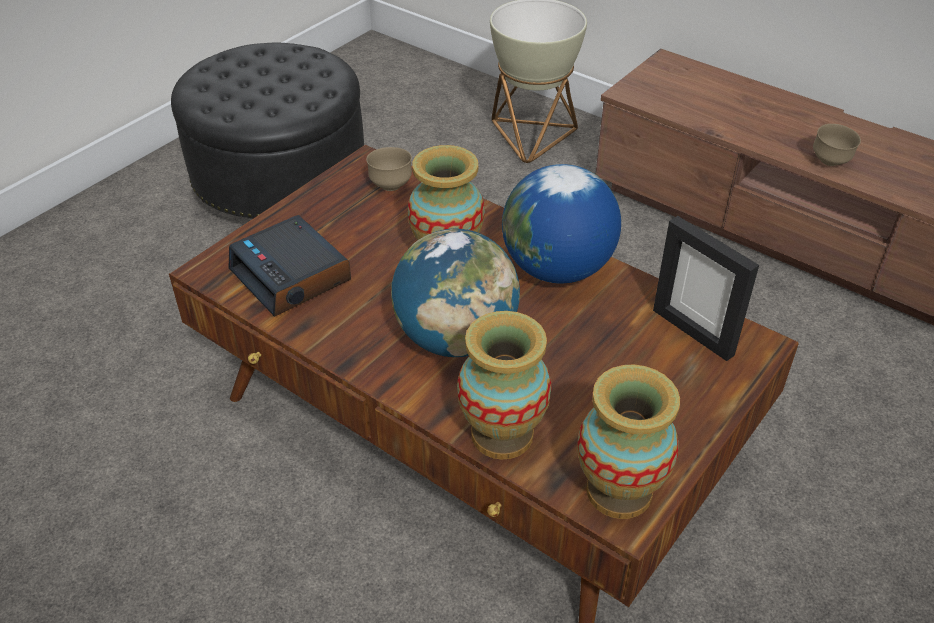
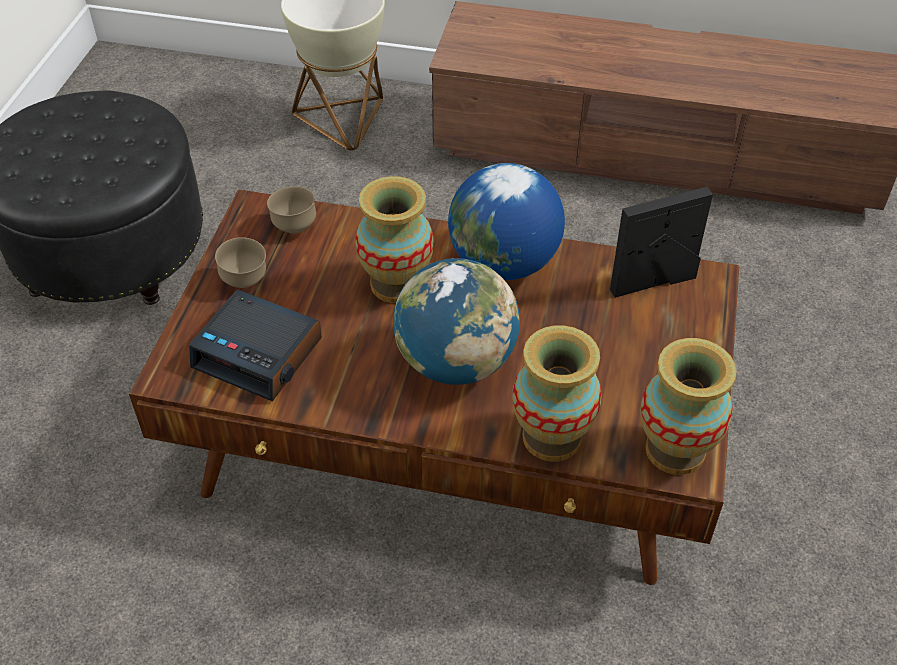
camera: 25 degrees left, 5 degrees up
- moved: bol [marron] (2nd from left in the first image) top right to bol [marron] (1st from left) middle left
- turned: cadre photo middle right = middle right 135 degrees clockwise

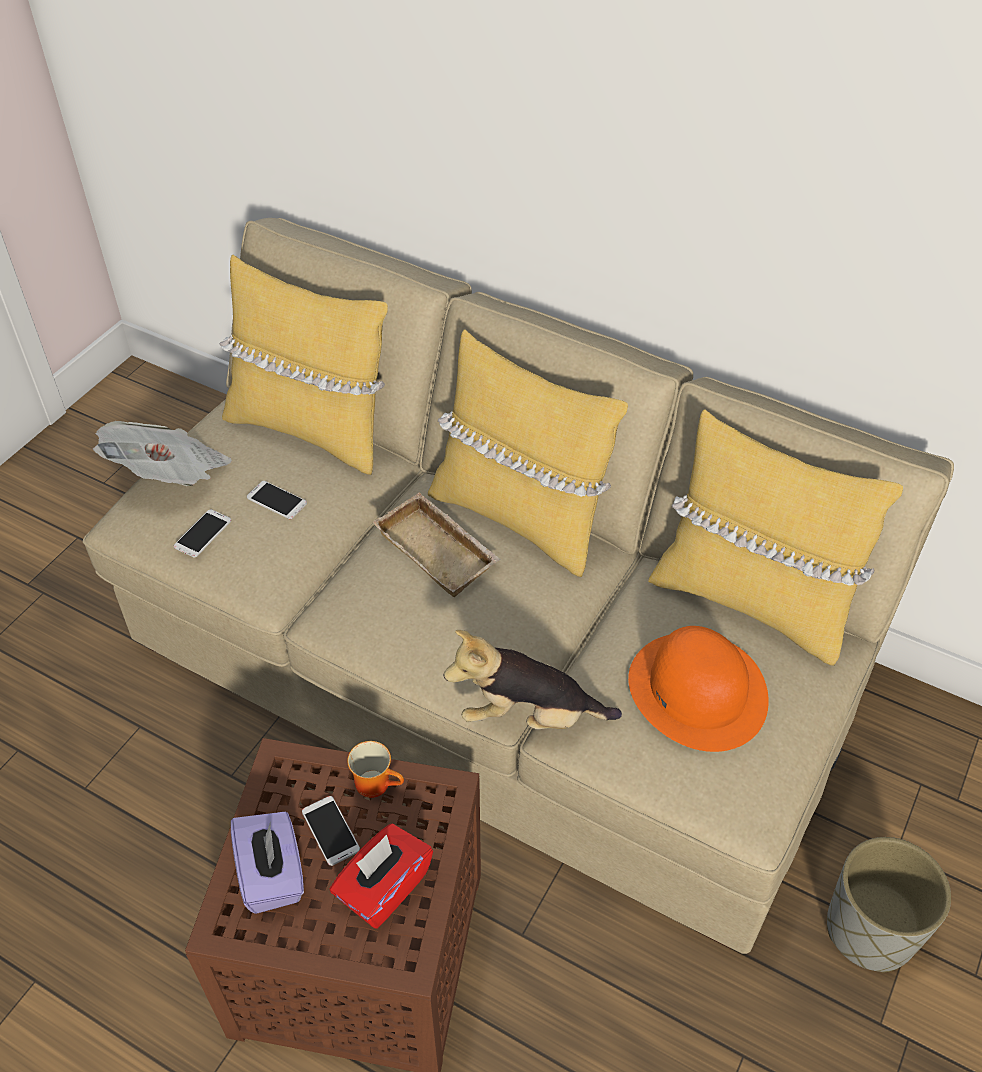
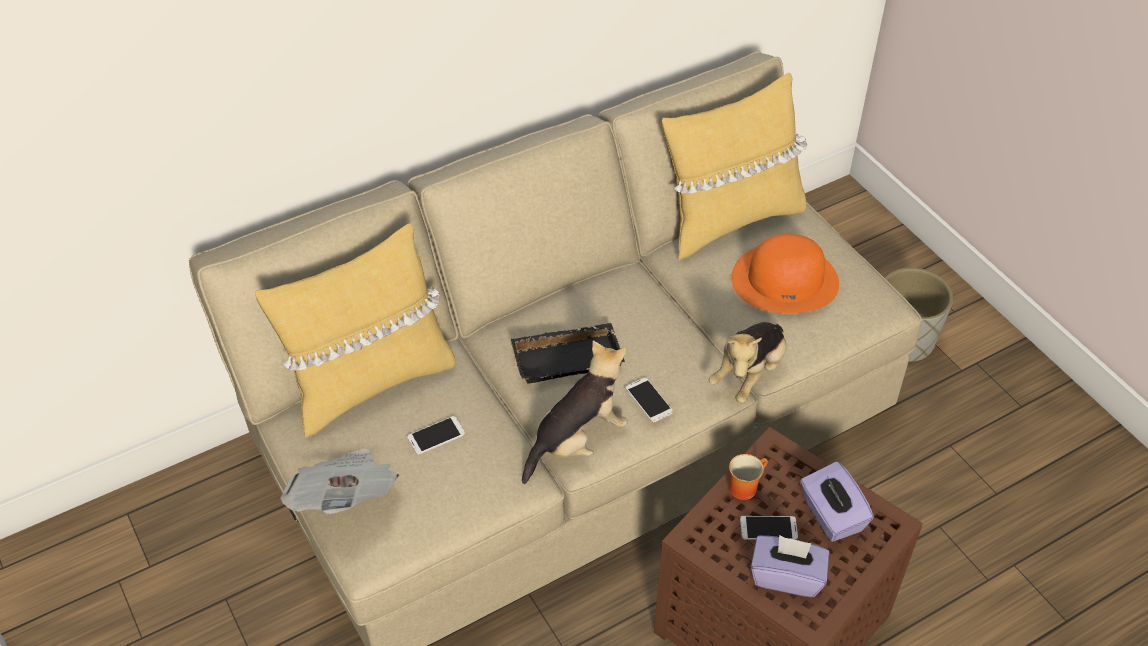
camera: 60 degrees left, 0 degrees up
- recoloured: plateau [beige] centre to plateau [noir] centre
- added: peluche (1st from left) centre
- moved: téléphone (1st from left in the first image) middle left to téléphone (2nd from left) centre
- recoloured: boîte à mouchoirs [rouge] bottom centre to boîte à mouchoirs [violet] (2nd from left) bottom right
- removed: coussin [jaune] (2nd from left) centre

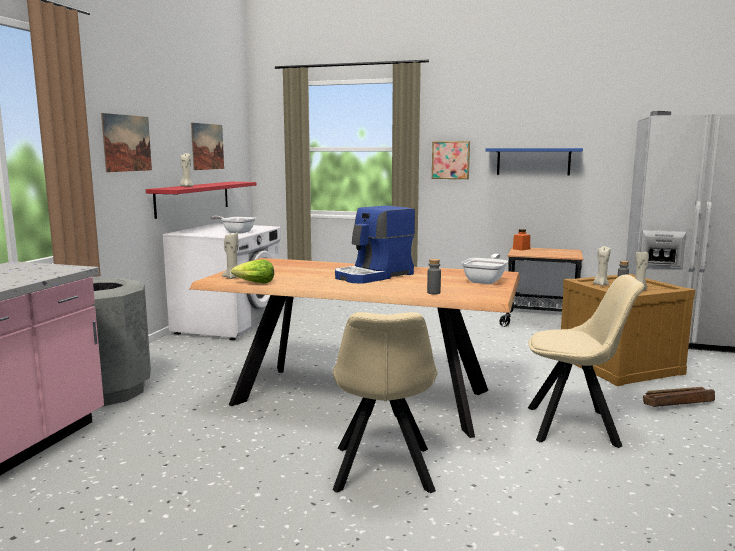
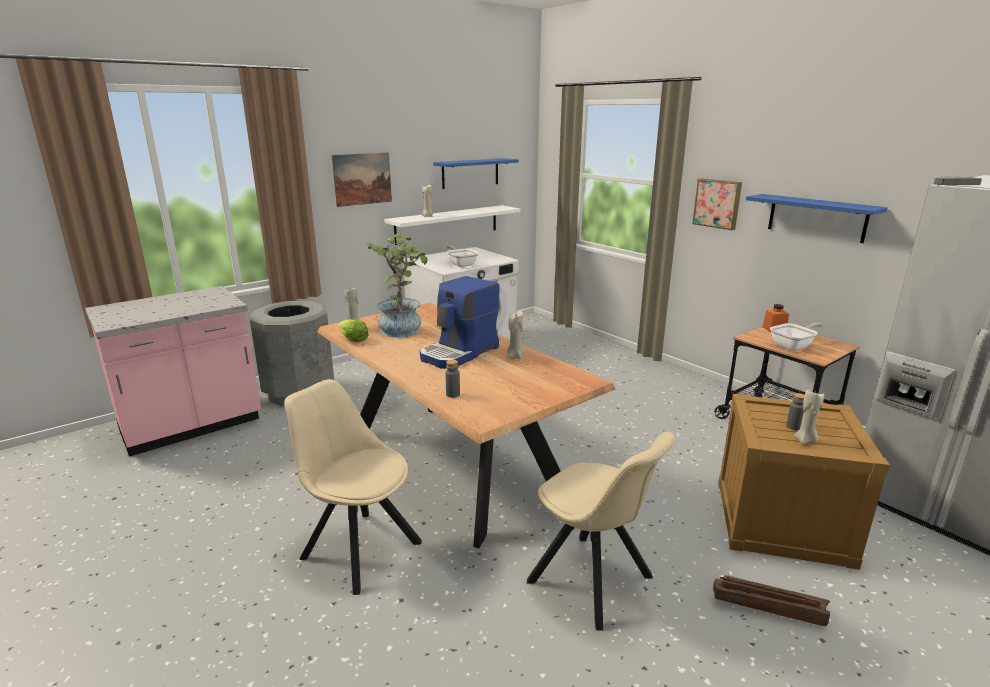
camera: 35 degrees right, 10 degrees up
- turned: chaise [beige] (1st from left) bottom centre = bottom centre 90 degrees clockwise
- added: plante en pot centre
- recoloured: étagère [rouge] middle left to étagère [blanc] top centre
- turned: machine à café centre = centre 45 degrees counterclockwise
- replaced: tableau (2nd from left) top left to étagère [bleu] (1st from left) top centre
- moved: bougie [beige] (3rd from left) middle right to centre
- moved: poêle (2nd from left) centre to middle right

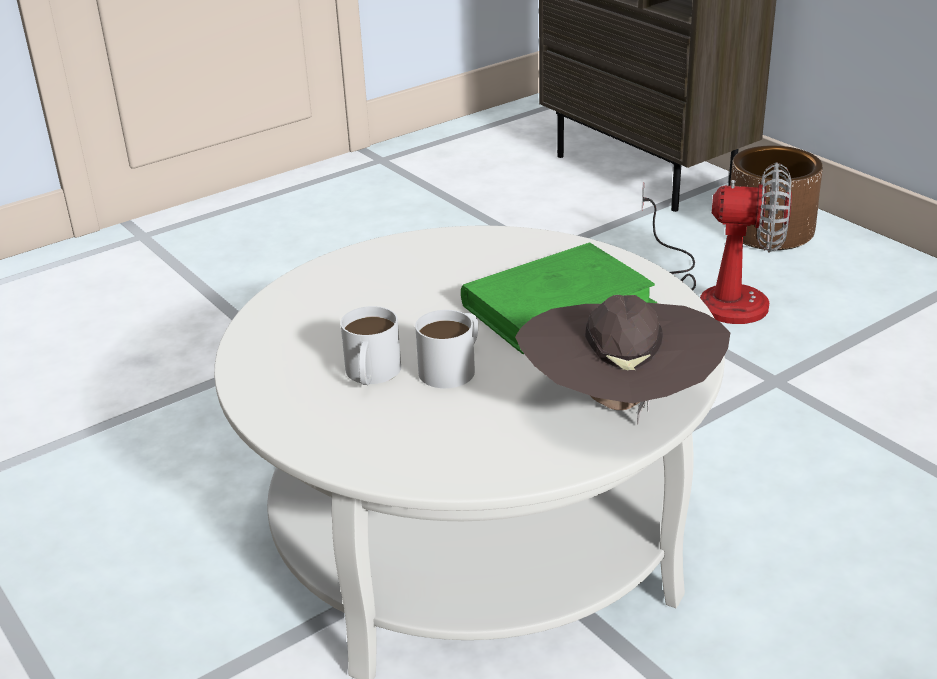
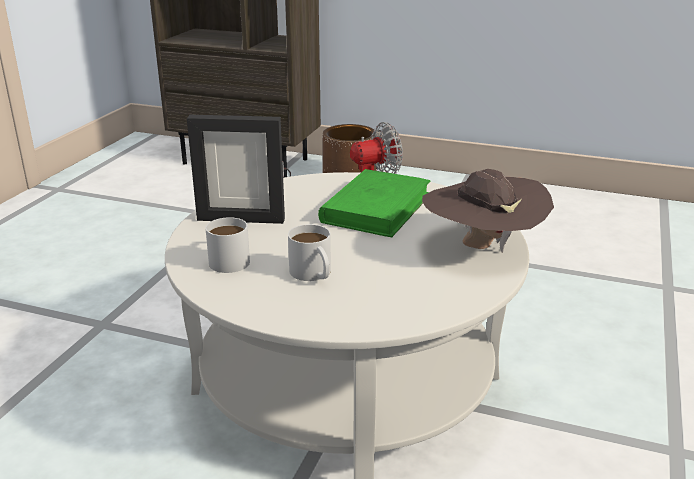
camera: 35 degrees left, 5 degrees down
- added: cadre photo centre
- moved: mug [blanc] (2nd from left in the first image) centre to mug [blanc] (1st from left) middle left

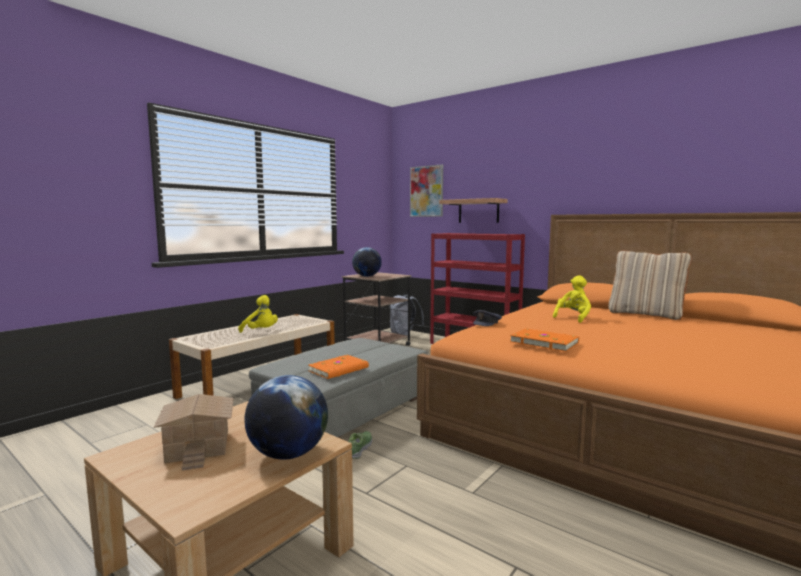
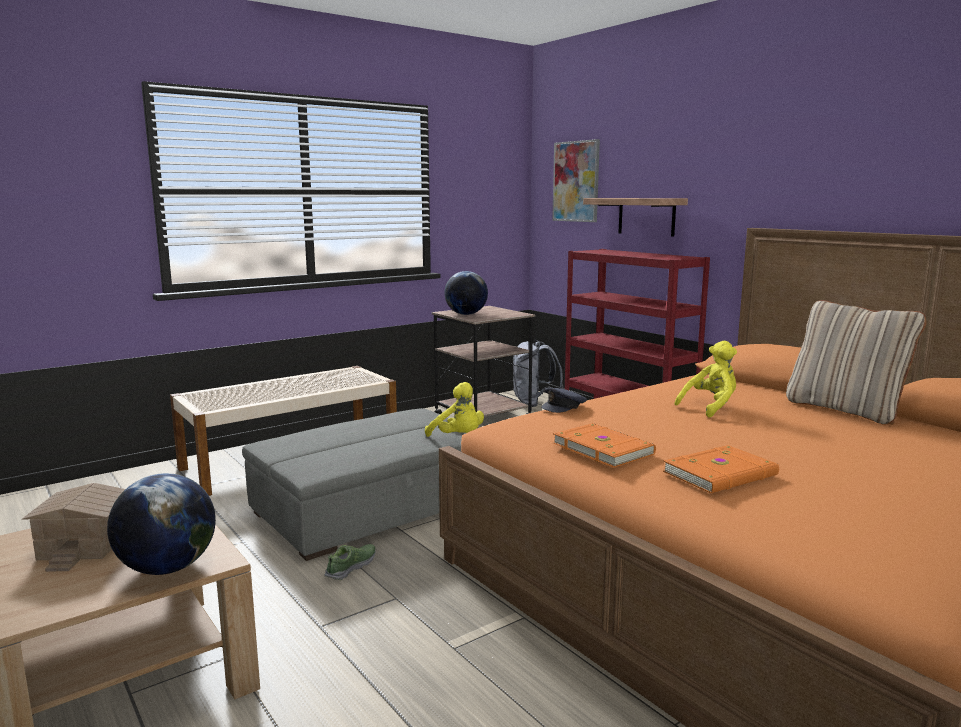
camera: 15 degrees right, 5 degrees up
- moved: peluche [jaune] (1st from left) middle left to centre
- moved: livre [orange] (1st from left in the first image) centre to livre [orange] (2nd from left) middle right

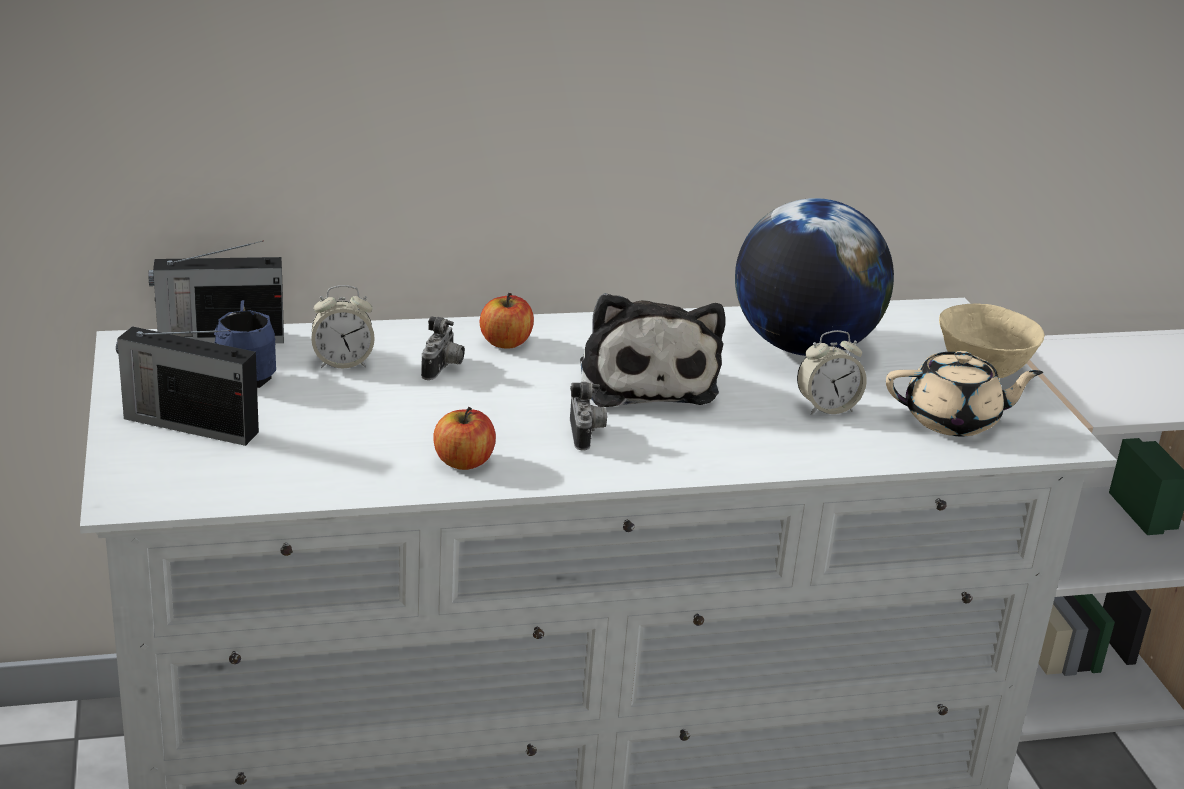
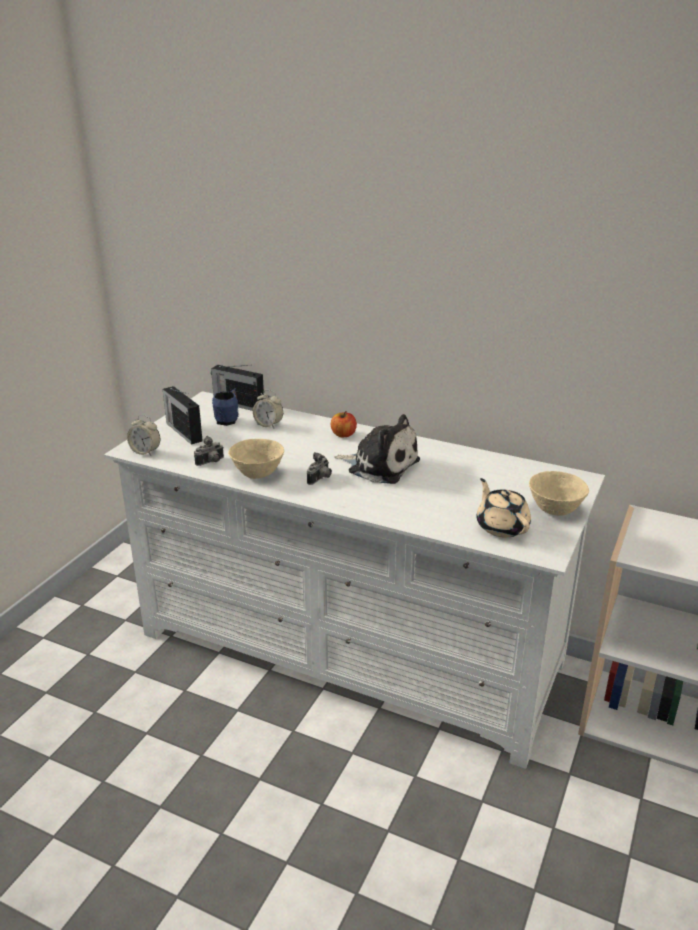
camera: 40 degrees right, 0 degrees up
- moved: réveil (2nd from left in the first image) middle right to réveil (1st from left) middle left
- moved: appareil photo (1st from left) centre to middle left
- replaced: pomme (1st from left) centre to bol [beige] (1st from left) centre
- turned: peluche centre = centre 90 degrees counterclockwise
- turned: théière [beige] middle right = middle right 150 degrees counterclockwise
- removed: globe middle right

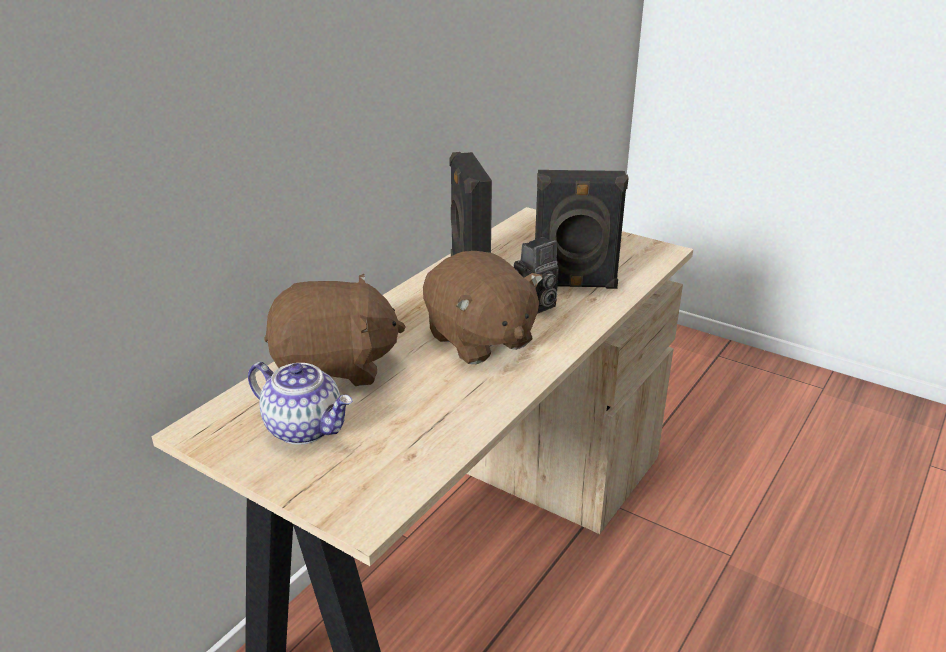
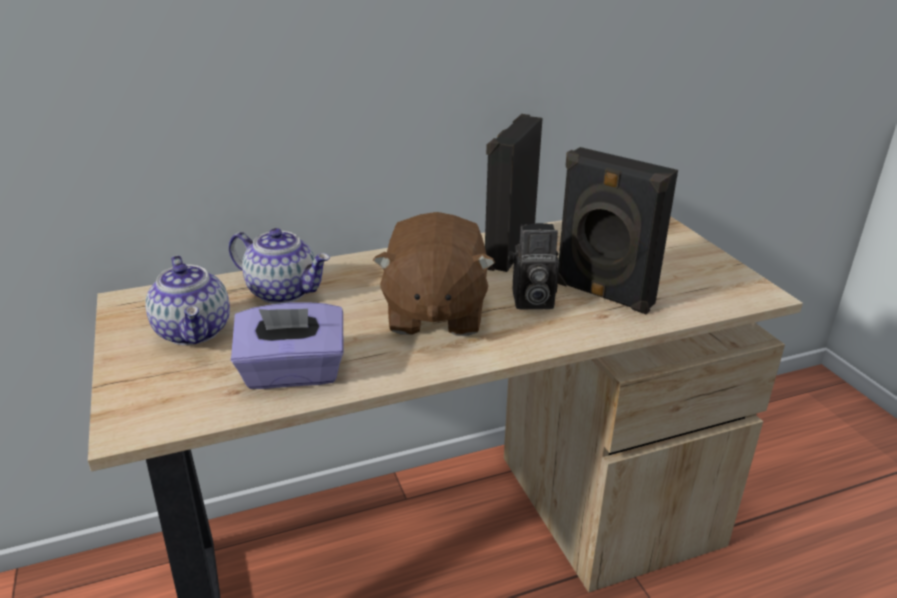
camera: 35 degrees right, 0 degrees up
- replaced: peluche [marron] (1st from left) centre to théière (2nd from left) middle left
- added: boîte à mouchoirs [violet] middle left

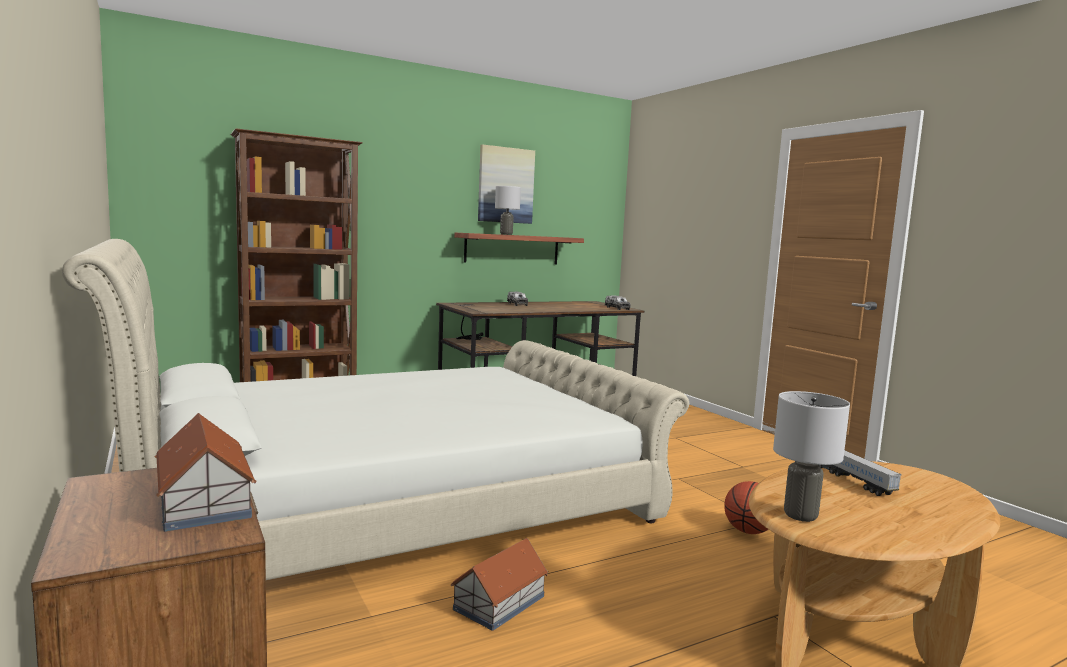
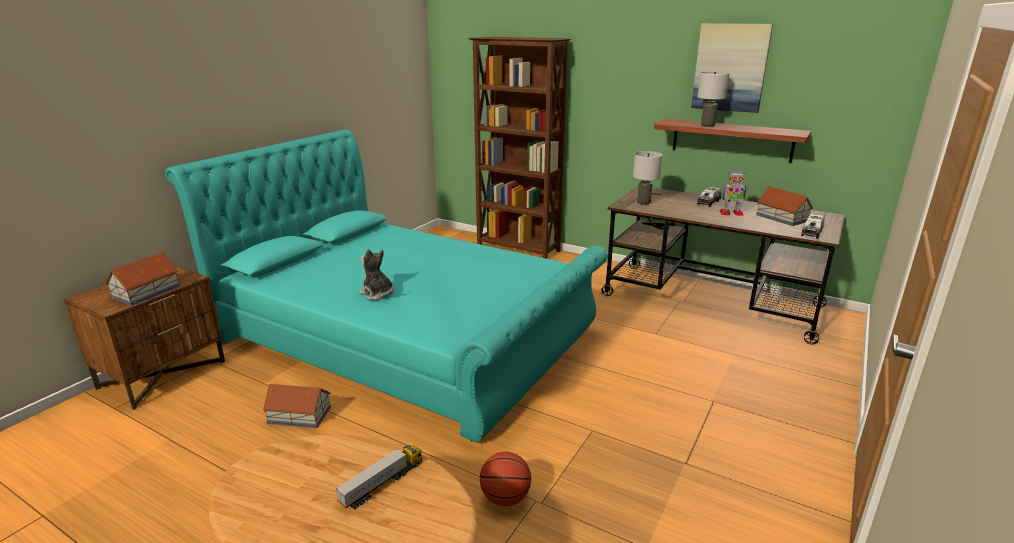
camera: 60 degrees right, 15 degrees up
- recoloured: lit [beige] centre to lit [turquoise] centre
- added: peluche centre
- moved: lampe de table [blanc] (2nd from left in the first image) bottom right to lampe de table [blanc] (1st from left) top centre
- added: robot jouet middle right
- added: maison miniature (3rd from left) middle right

